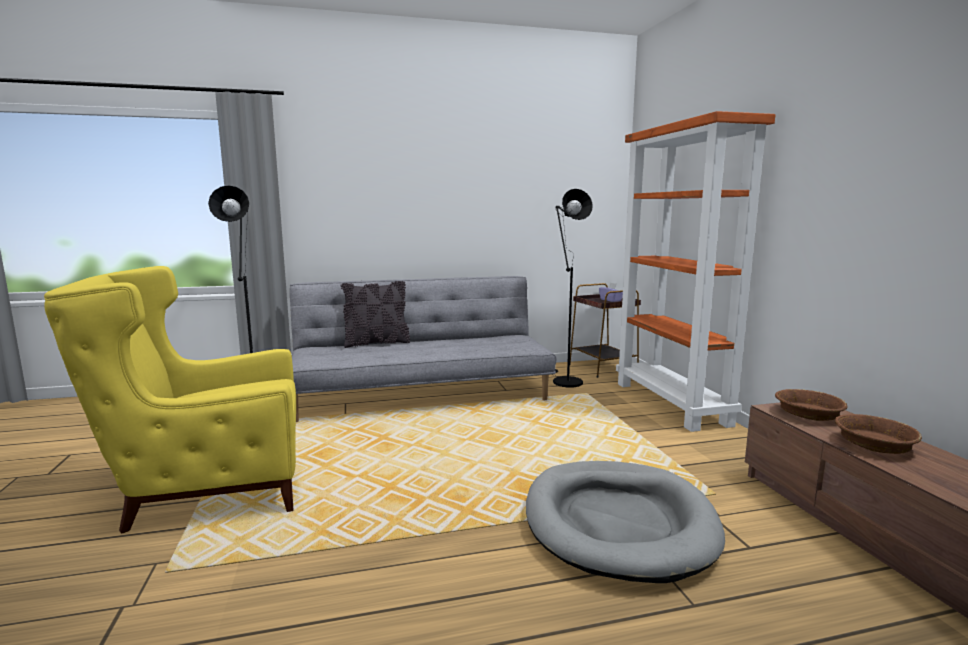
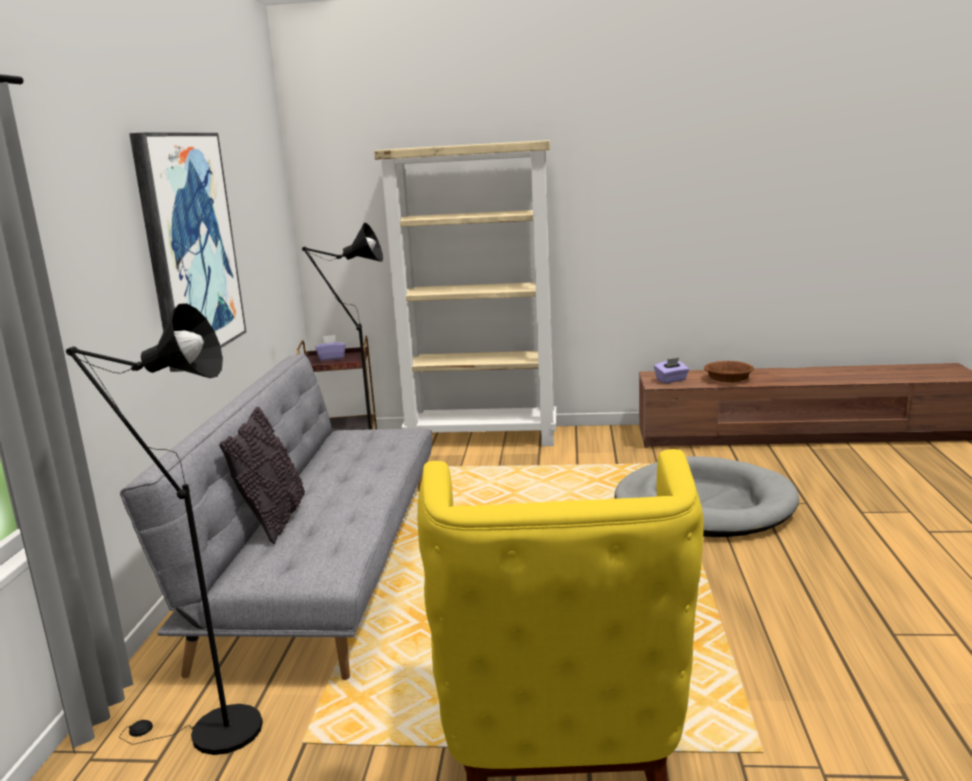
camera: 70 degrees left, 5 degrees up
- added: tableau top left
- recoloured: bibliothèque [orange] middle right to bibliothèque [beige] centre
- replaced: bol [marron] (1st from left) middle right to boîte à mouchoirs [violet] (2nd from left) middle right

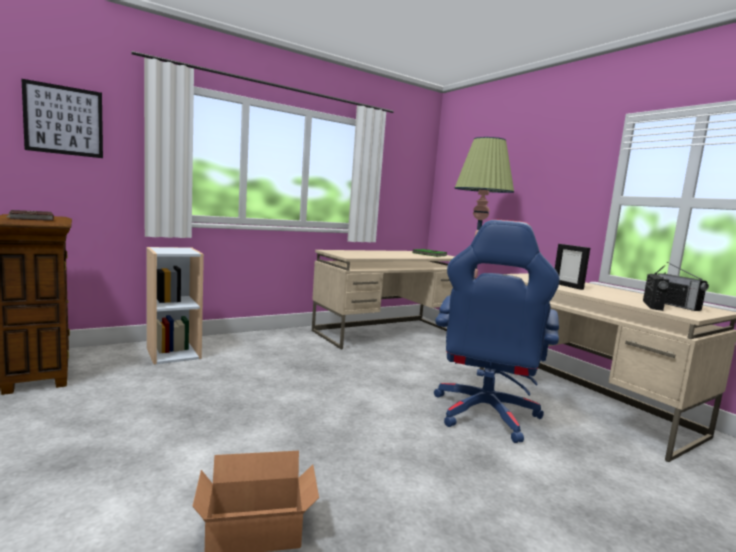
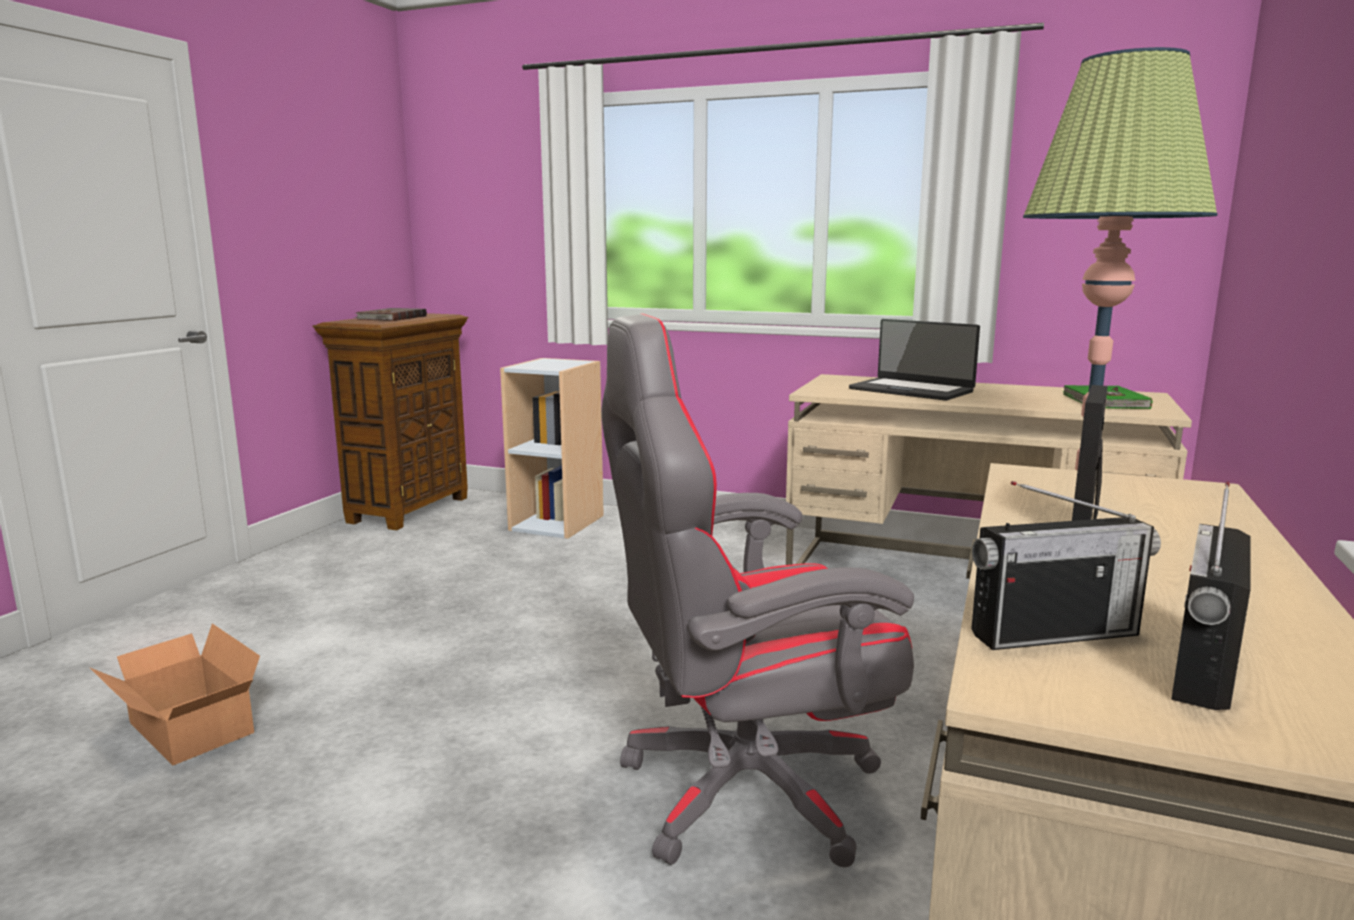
camera: 55 degrees right, 5 degrees up
- recoloured: chaise de bureau [bleu] middle right to chaise de bureau [gris] centre
- added: ordinateur portable middle right
- removed: tableau top left

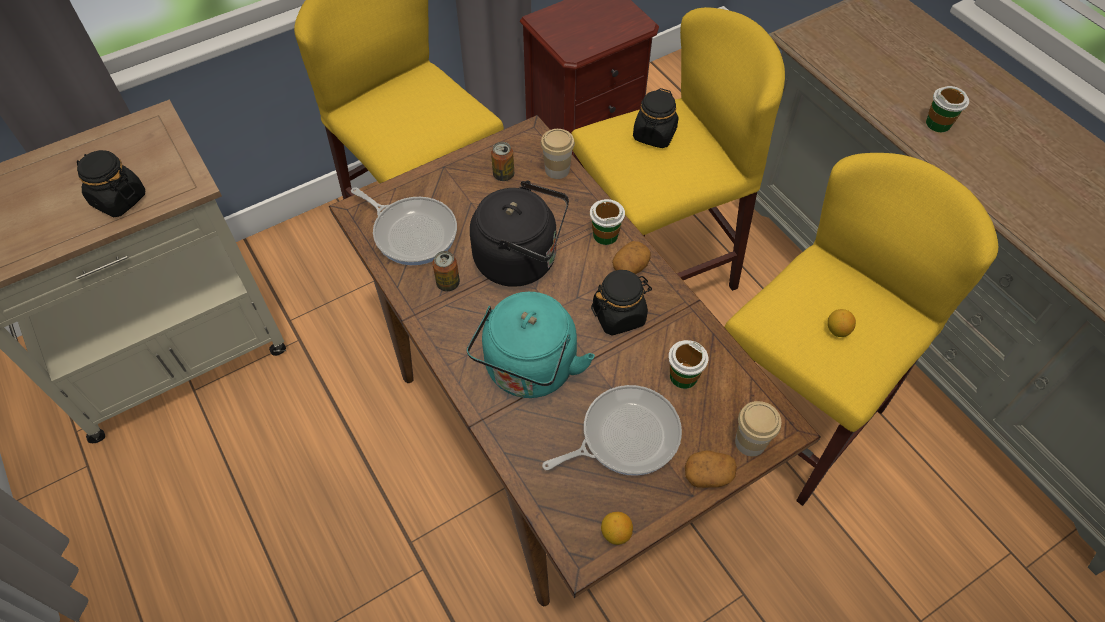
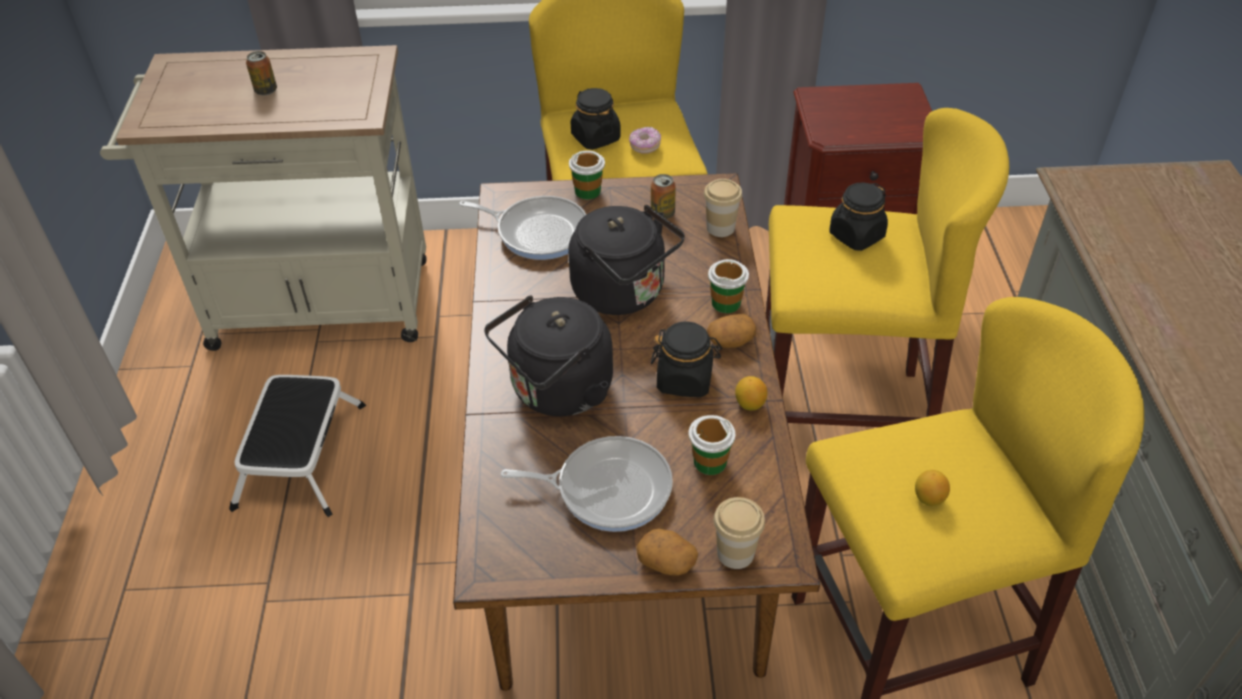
camera: 30 degrees right, 10 degrees down
- added: escabeau [noir] middle left
- moved: boîte métallique (1st from left) centre to top left
- turned: poêle (1st from left) centre = top centre 45 degrees counterclockwise
- recoloured: bouilloire [turquoise] centre to bouilloire [noir] (1st from left) centre
- moved: tasse (5th from left in the first image) top right to tasse (1st from left) top centre
- moved: bocal [noir] (1st from left) top left to top centre
- added: beignet top centre
- moved: citron (1st from left) bottom centre to centre

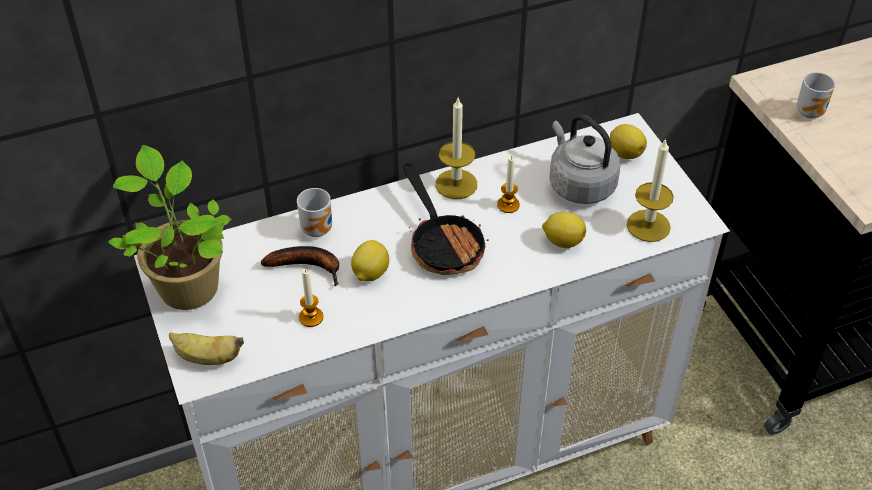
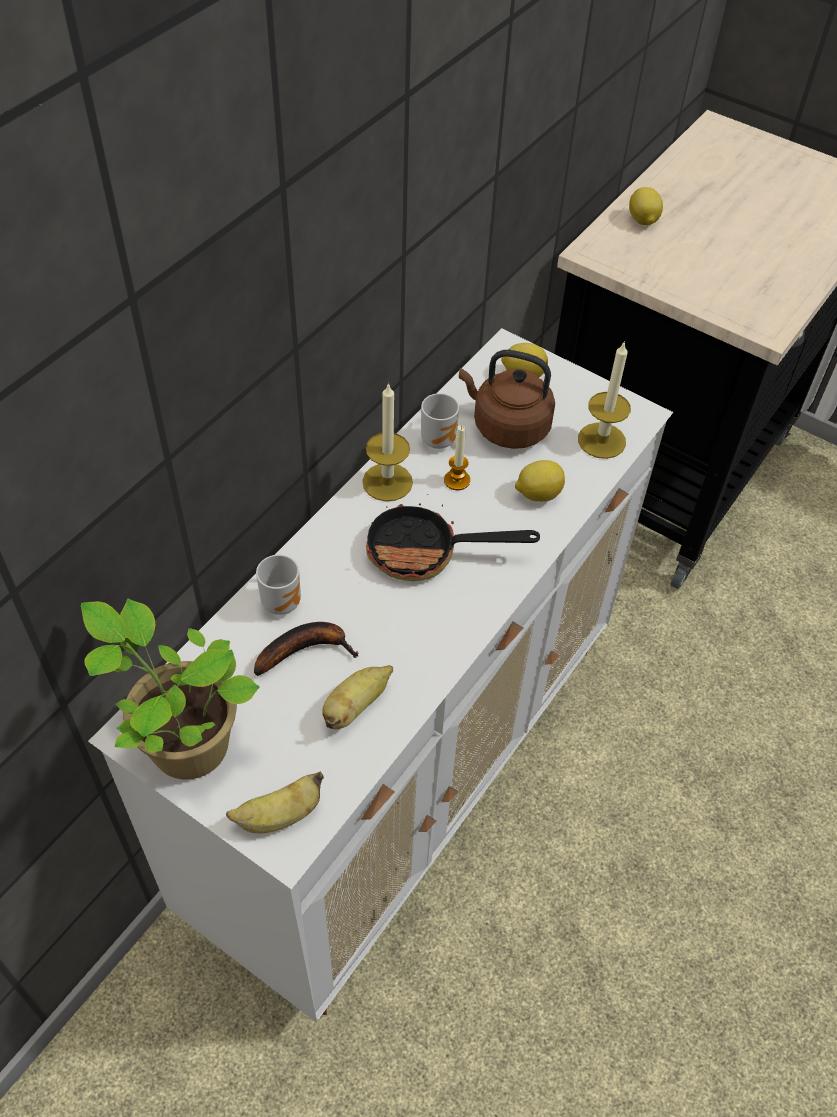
camera: 35 degrees left, 5 degrees up
- replaced: bougie (1st from left) centre to banane (3rd from left) centre
- turned: poêle centre = centre 150 degrees clockwise
- moved: mug (2nd from left) top right to centre
- recoloured: bouilloire [gris] top right to bouilloire [marron] centre
- moved: citron (1st from left in the first image) centre to citron (3rd from left) top right

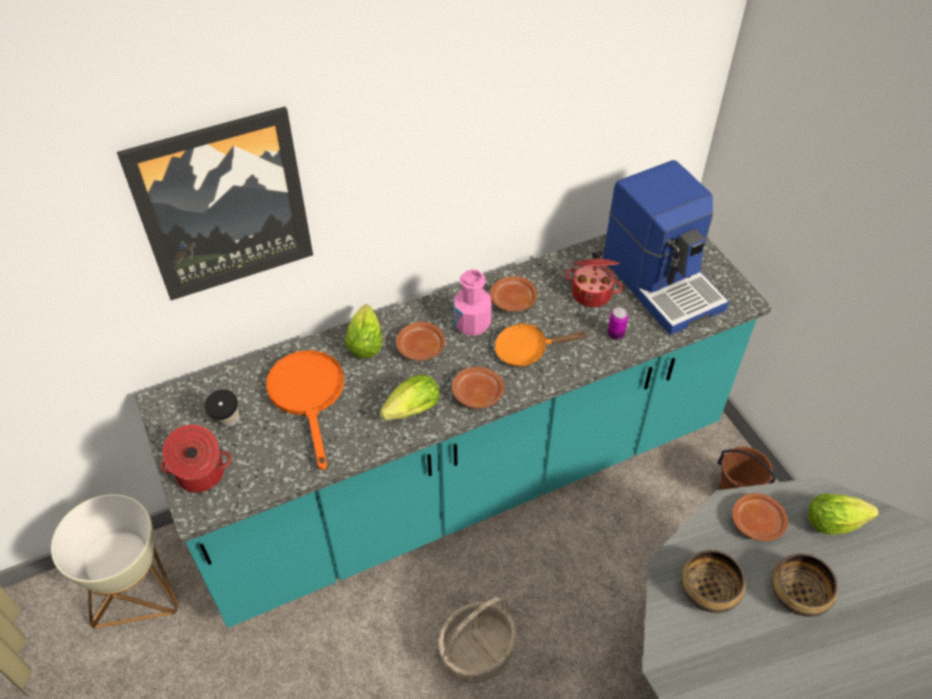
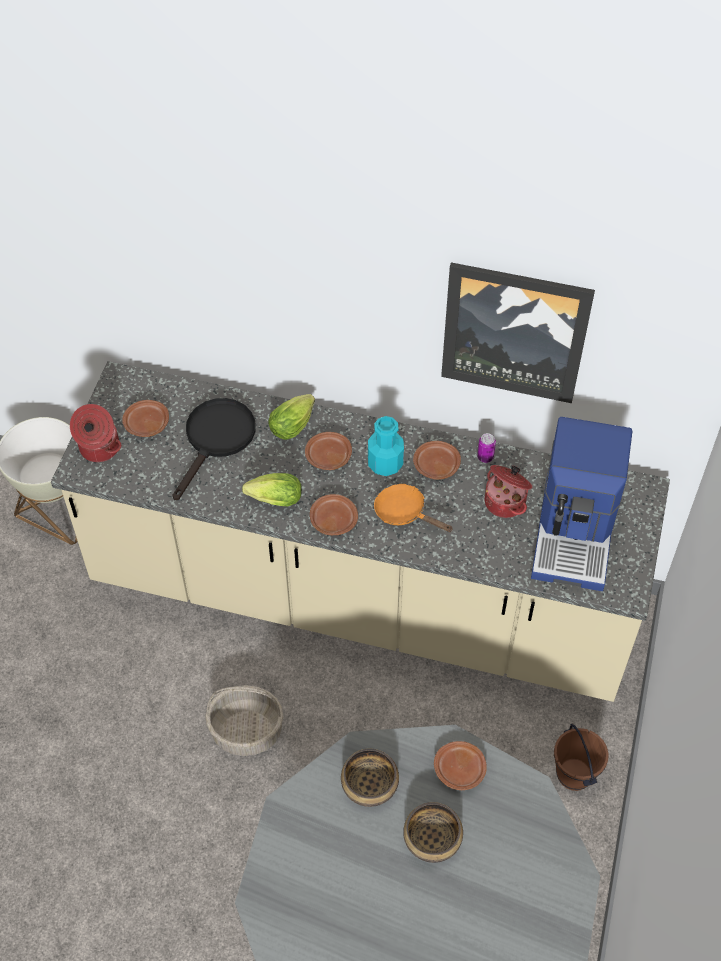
camera: 40 degrees right, 5 degrees up
- recoloured: comptoir de cuisine [turquoise] centre to comptoir de cuisine [beige] centre
- replaced: tasse middle left to assiette [marron] (1st from left) middle left
- recoloured: poêle [orange] (1st from left) middle left to poêle [noir] middle left
- recoloured: bouteille [rose] centre to bouteille [turquoise] centre
- moved: tableau top left to middle right
- moved: boîte métallique centre to middle right
- removed: laitue (3rd from left) bottom right

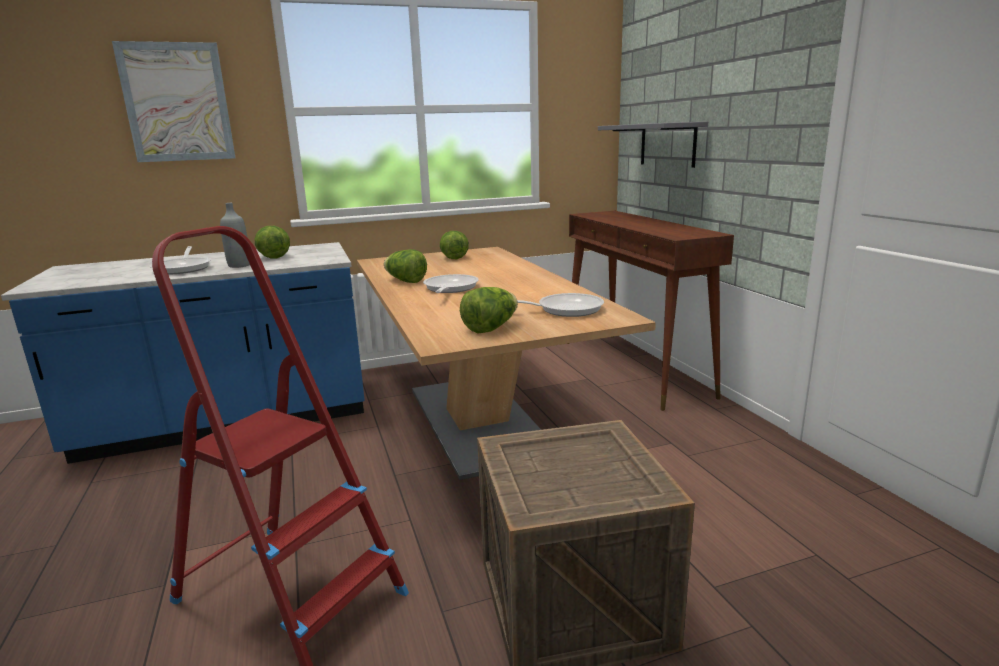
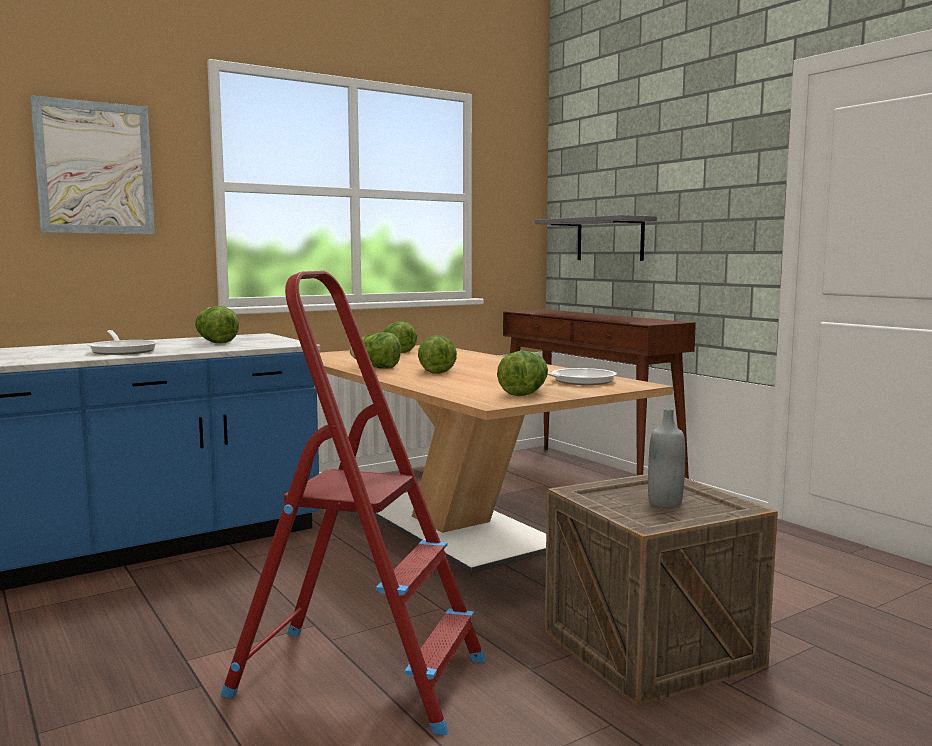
camera: 15 degrees left, 10 degrees down
- replaced: poêle (2nd from left) centre to laitue (4th from left) centre
- moved: bouteille [gris] middle left to middle right

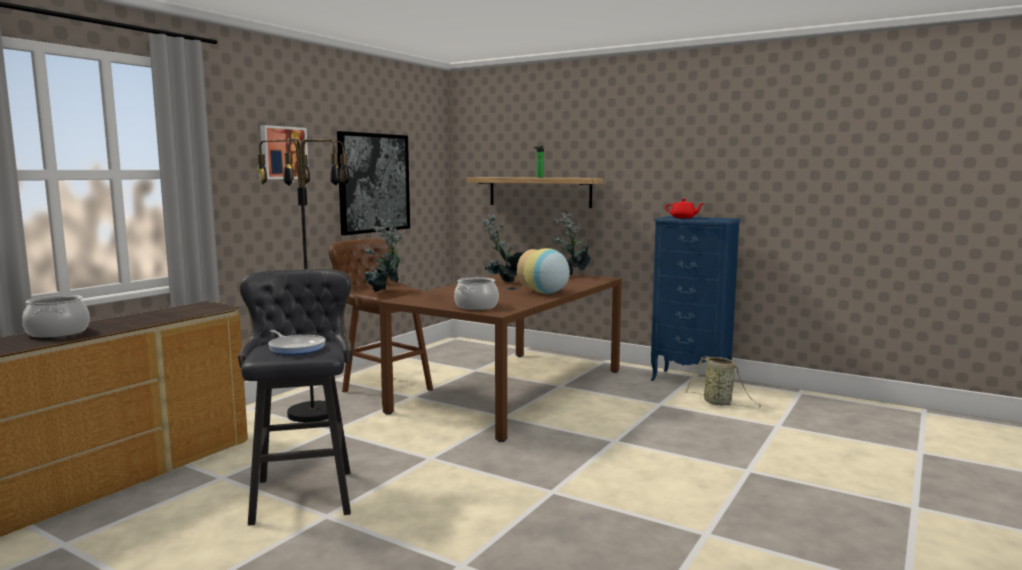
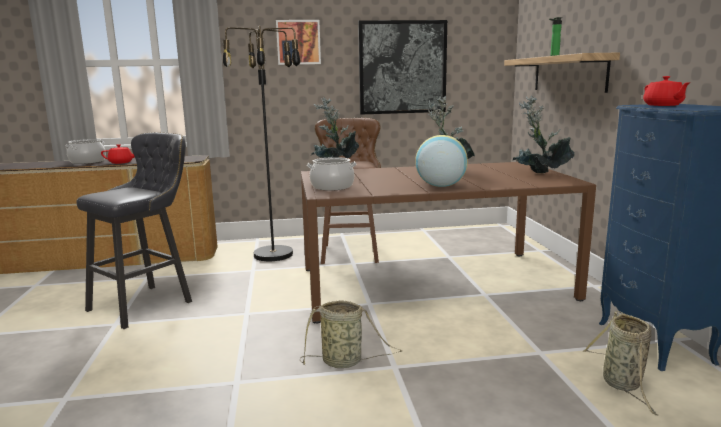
camera: 50 degrees right, 5 degrees up
- added: théière [rouge] (1st from left) middle left
- added: panier (1st from left) bottom centre
- removed: poêle middle left

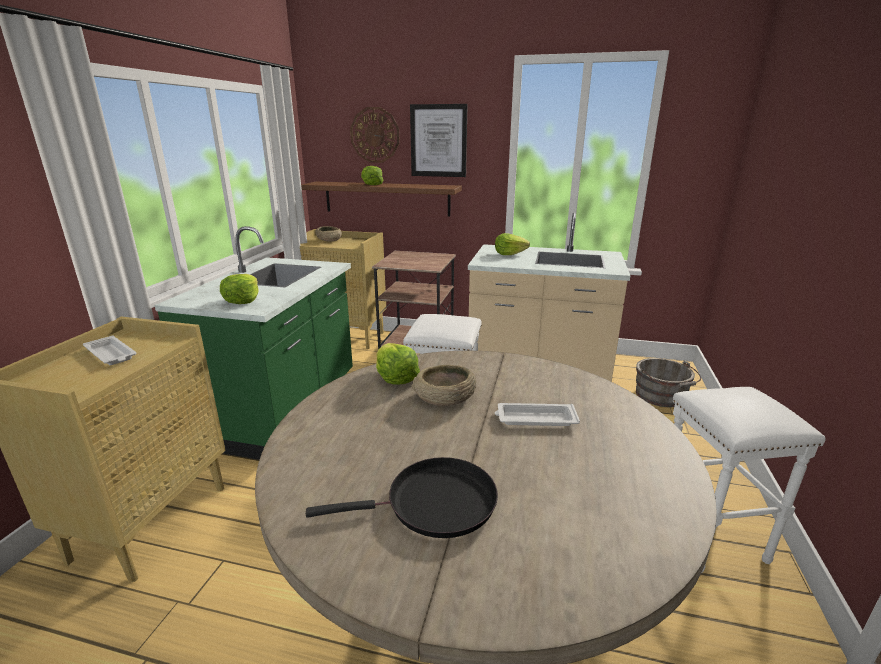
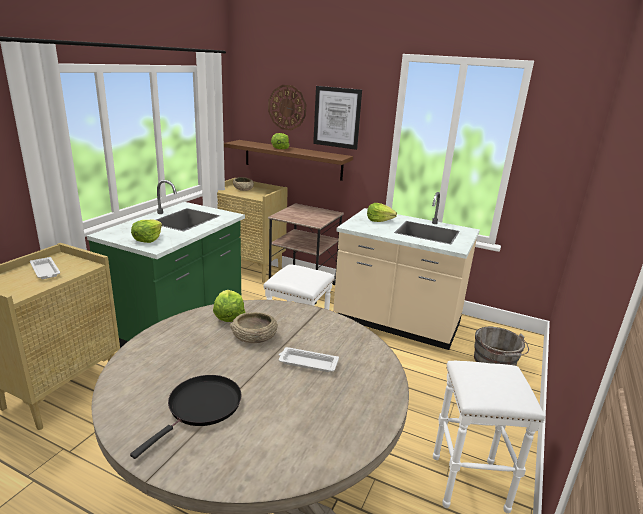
camera: 10 degrees right, 0 degrees up
- turned: poêle [noir] bottom centre = bottom left 60 degrees counterclockwise

